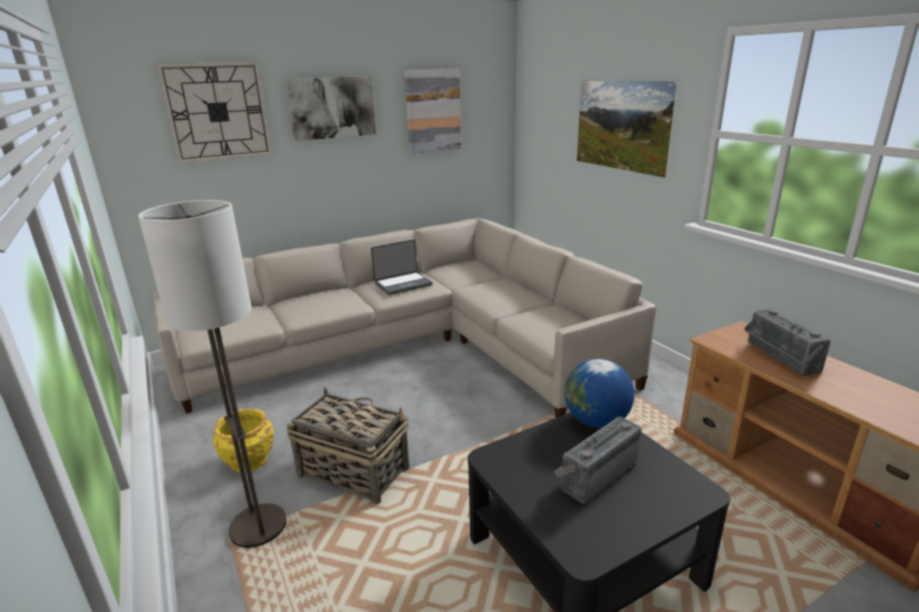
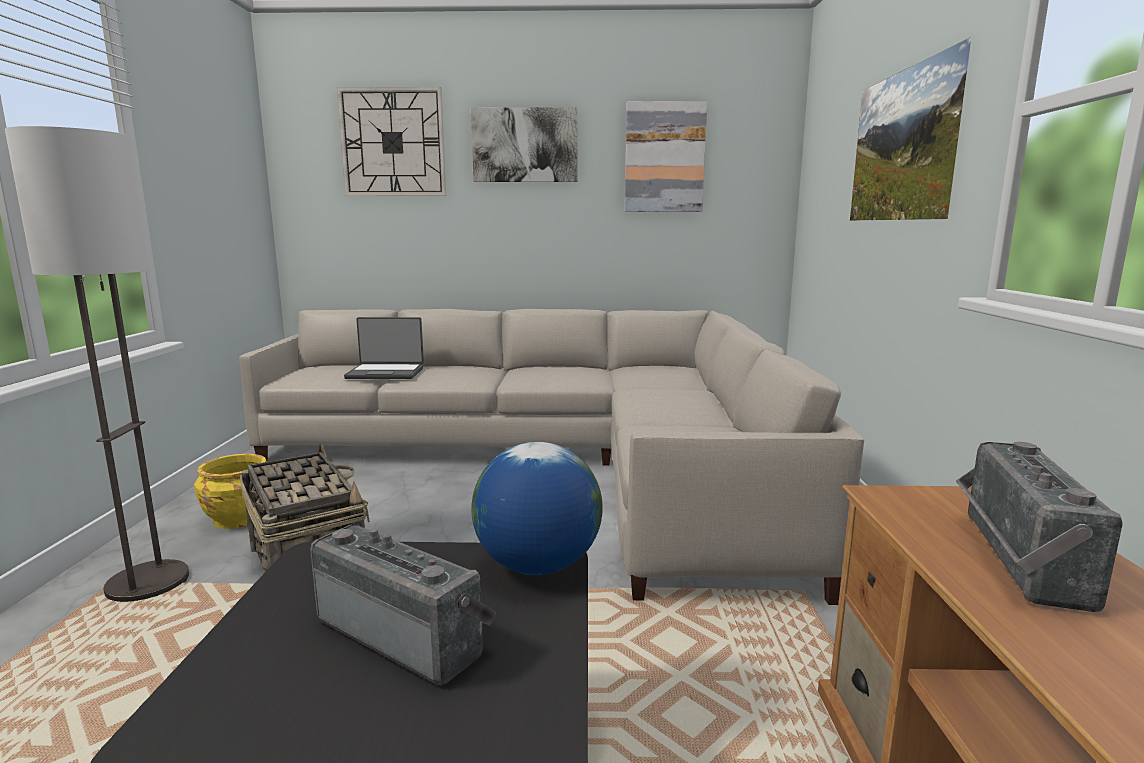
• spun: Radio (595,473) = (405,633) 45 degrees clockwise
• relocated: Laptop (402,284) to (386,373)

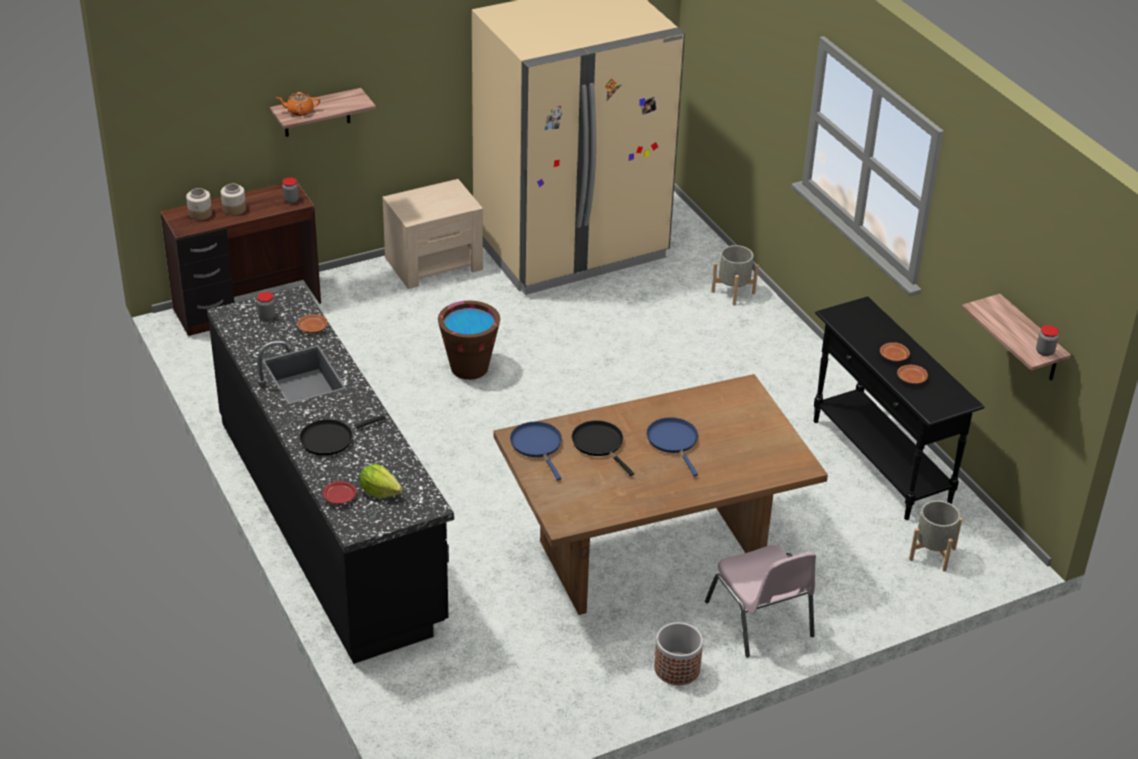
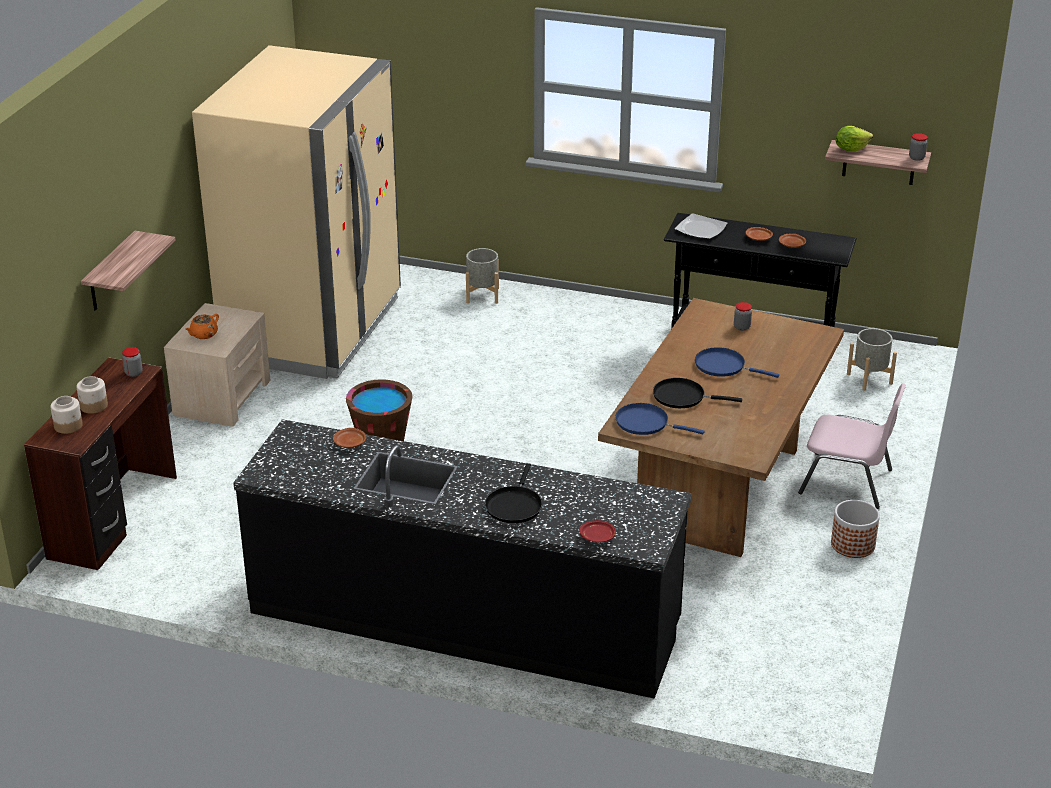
• relocated: Teekanne/orange (299,111) to (203,334)
• appeared: Teller (701,229)
• relocated: Vorratsglas (267,316) to (742,327)
• relocated: Salatkopf (379,491) to (851,149)

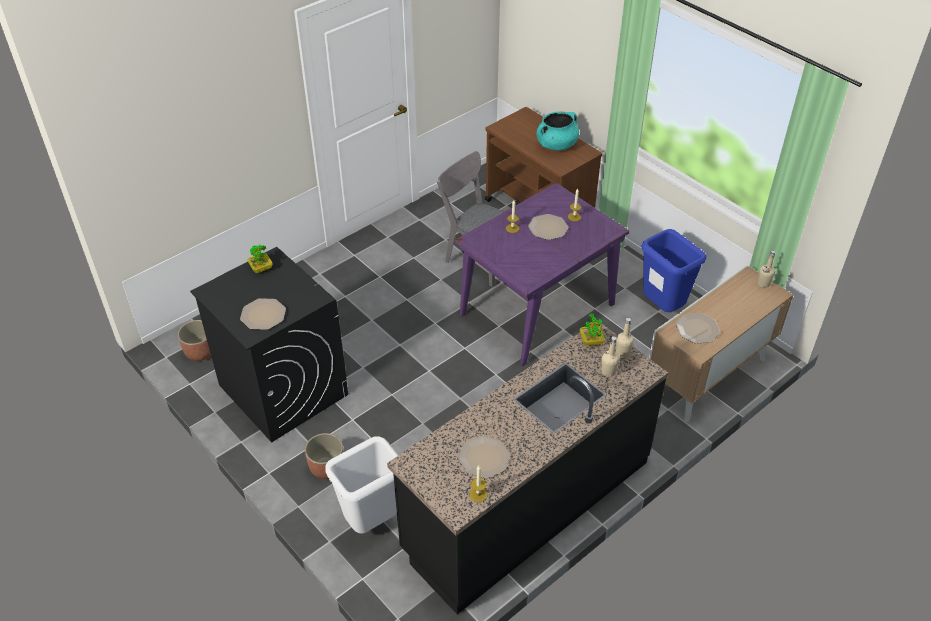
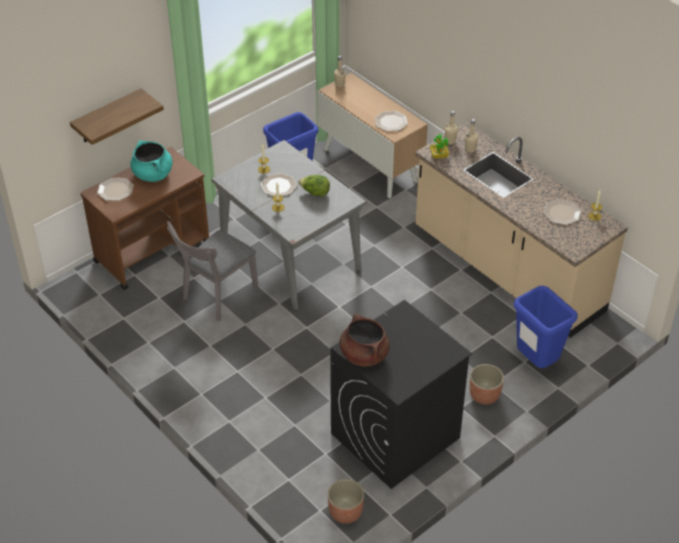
• appeared: Wandregal (108,117)
• relocated: Teller (263,315) to (116,190)
• colour: Esstisch/lila (536,310) to Esstisch/grau (291,258)
• appeared: Salatkopf (315,193)
• exchanged: Topfpflanze (261,268) to Kochtopf/braun (364,355)
• colour: Küchenzeile/schwarz (526,505) to Küchenzeile/beige (507,271)
• colour: Mülleimer/weiß (372,522) to Mülleimer/blau (536,362)

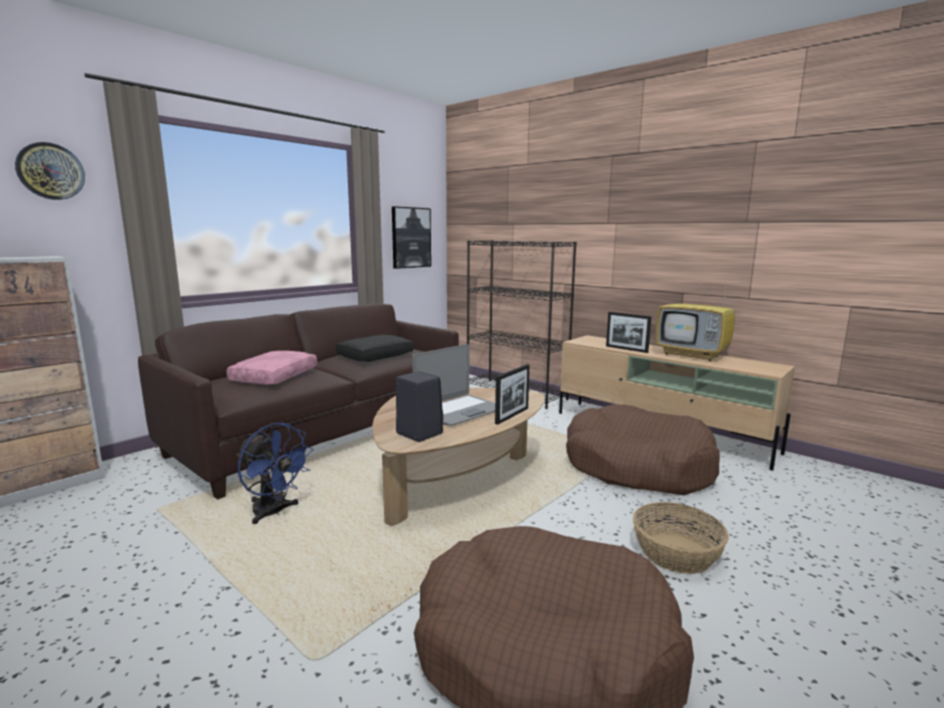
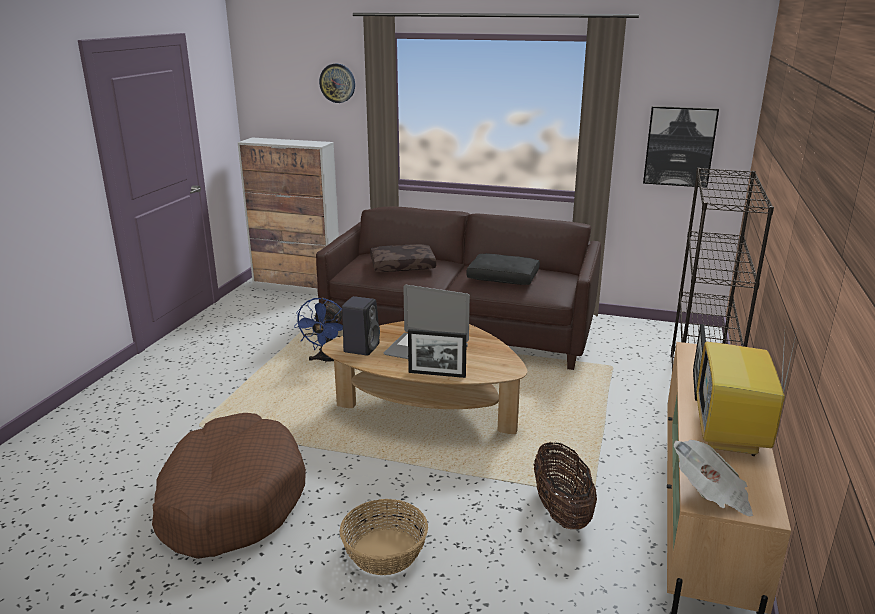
• colour: Kissen/rosa (274,376) to Kissen/braun (403,265)
• exchanged: Hundebett/braun (637,466) to Korb (561,511)
• appeared: Zeitung (711,495)

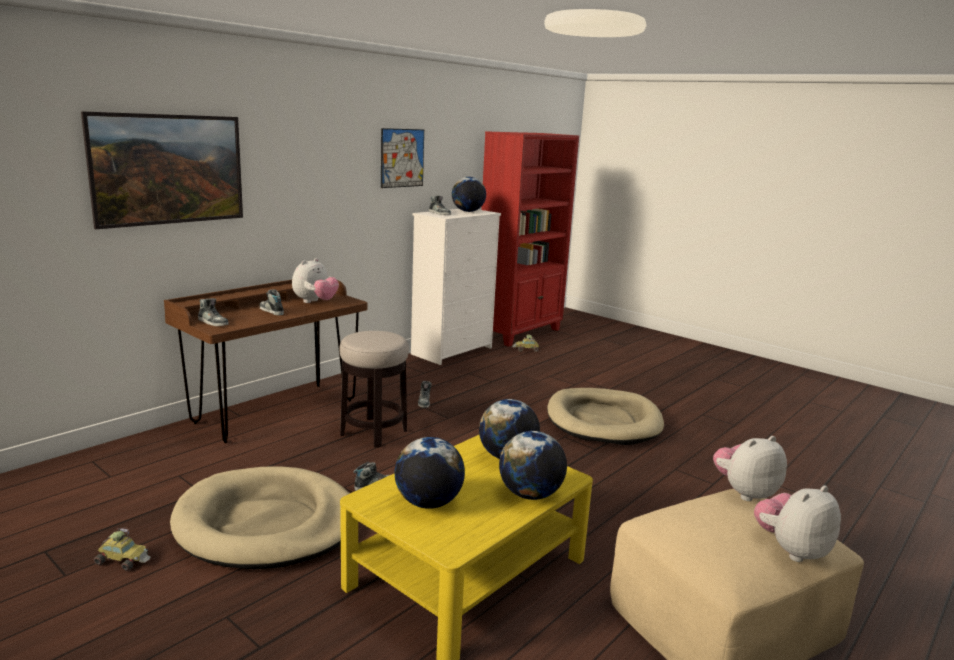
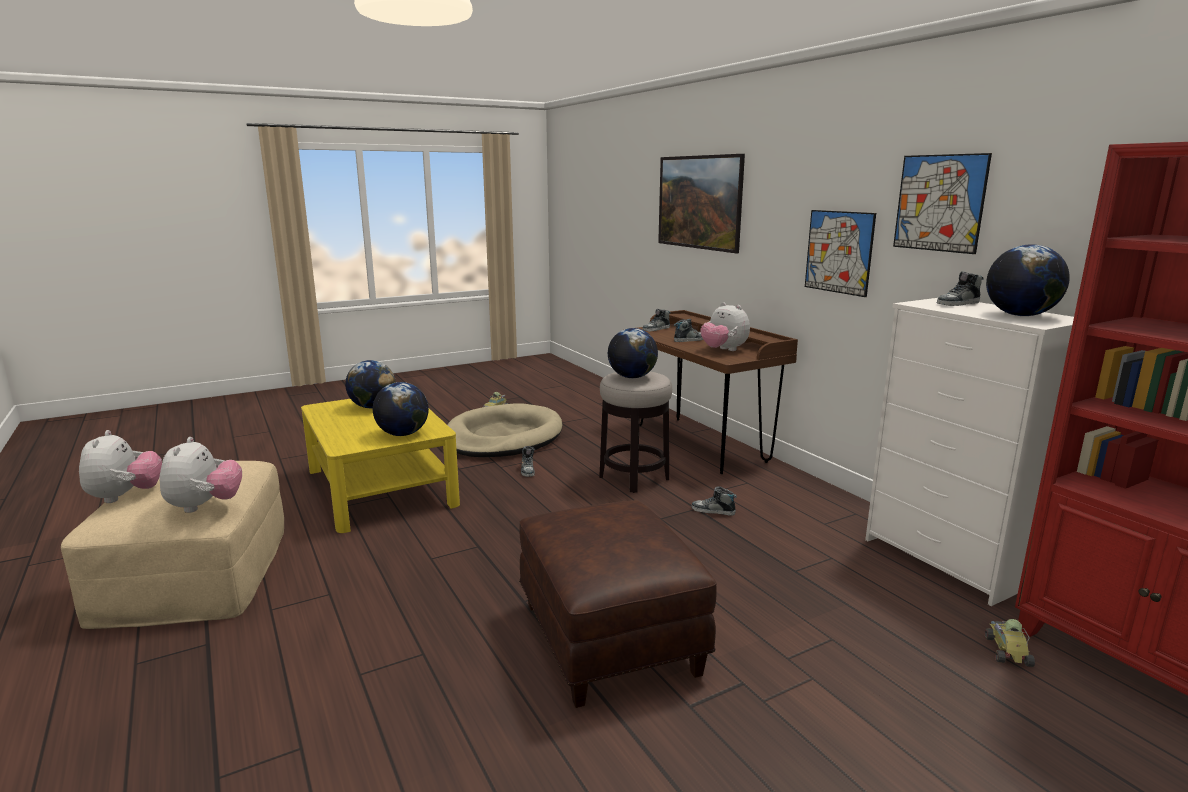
• exchanged: Hundebett/beige (603,421) to Polsterhocker/braun (611,639)
• relocated: Globus (530,495) to (632,377)
• appeared: Bild (838,252)

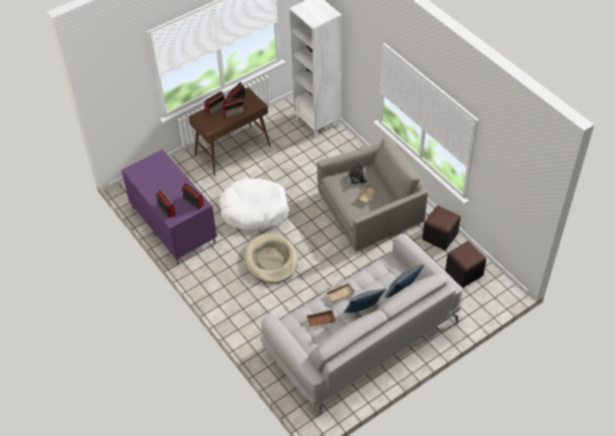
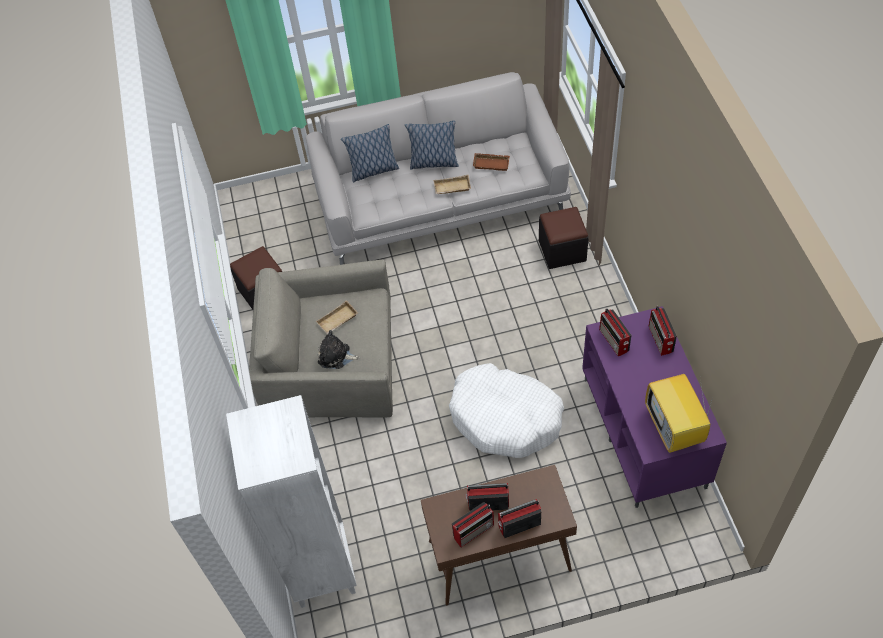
• relocated: Polsterhocker/schwarz (464,273) to (562,250)
• appeared: Fernseher (675,428)
• missing: Hundebett/beige (271,260)

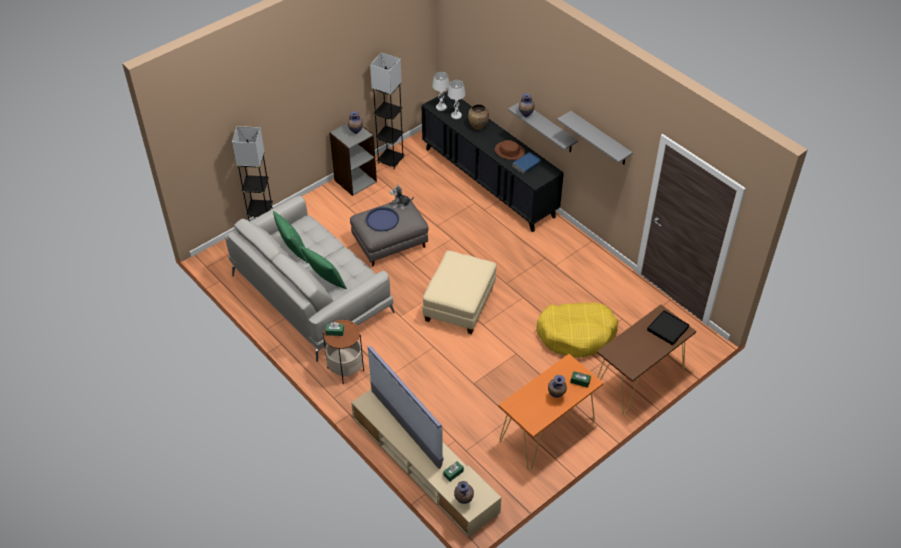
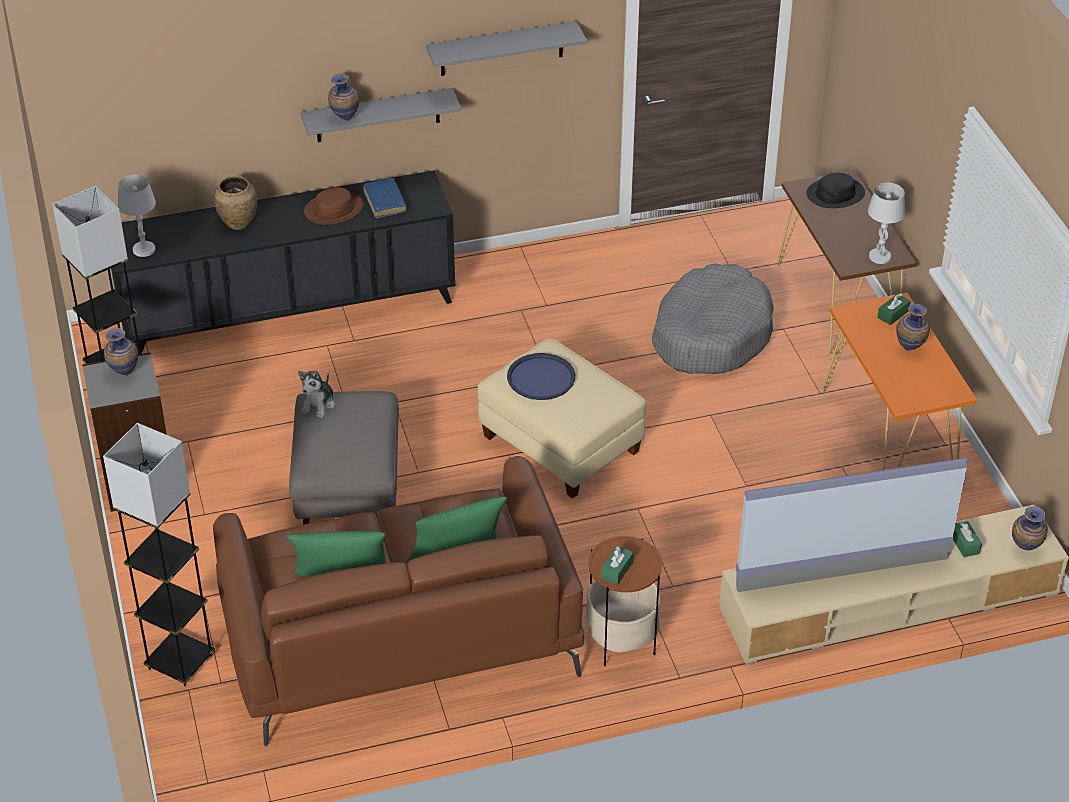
• colour: Sofa/grau (310,293) to Sofa/braun (398,635)
• relocated: Tablett/blau (382,220) to (541,378)
• colour: Hundebett/gelb (576,334) to Hundebett/grau (711,334)
• exchanged: Tablett/schwarz (667,328) to Hut/schwarz (835,194)
• relocated: Tischlampe/weiß (456,116) to (880,257)

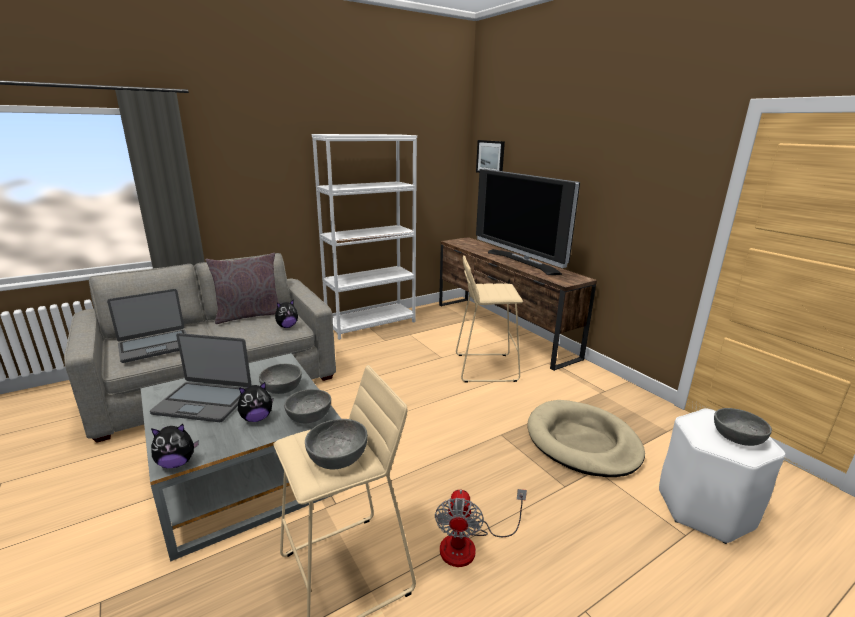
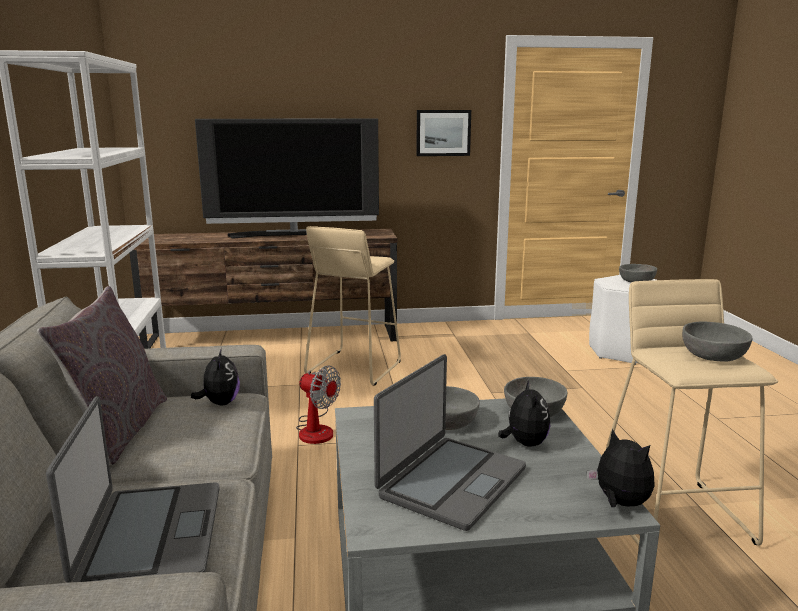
• relocated: Ventilator (469,545) to (316,429)
• relocated: Bild (490,157) to (443,133)
• spun: Plüschtier (177,463) = (620,503) 45 degrees counterclockwise
• missing: Hundebett/beige (582,442)

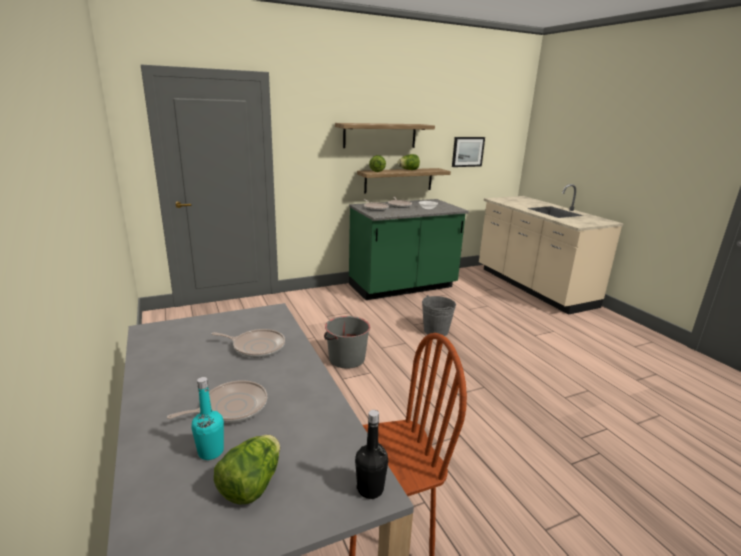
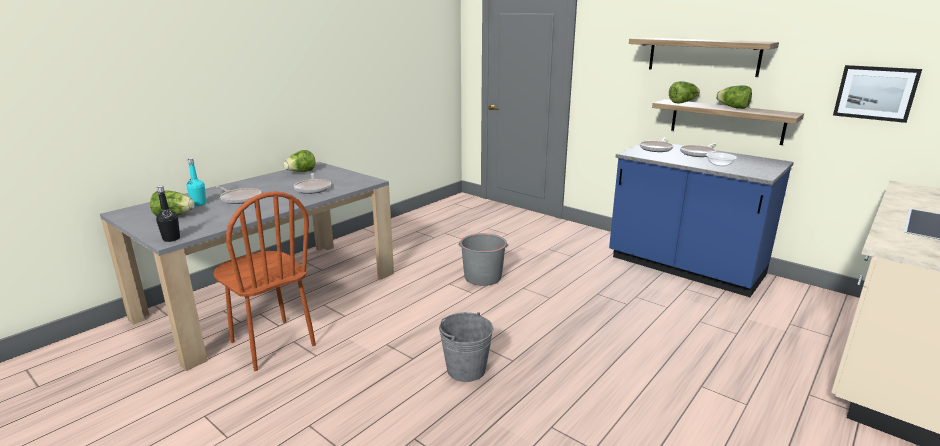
• appeared: Salatkopf (301,172)
• relocated: Eimer/grau (436,331) to (466,369)
• colour: Küchenzeile/grün (403,287) to Küchenzeile/blau (684,268)

